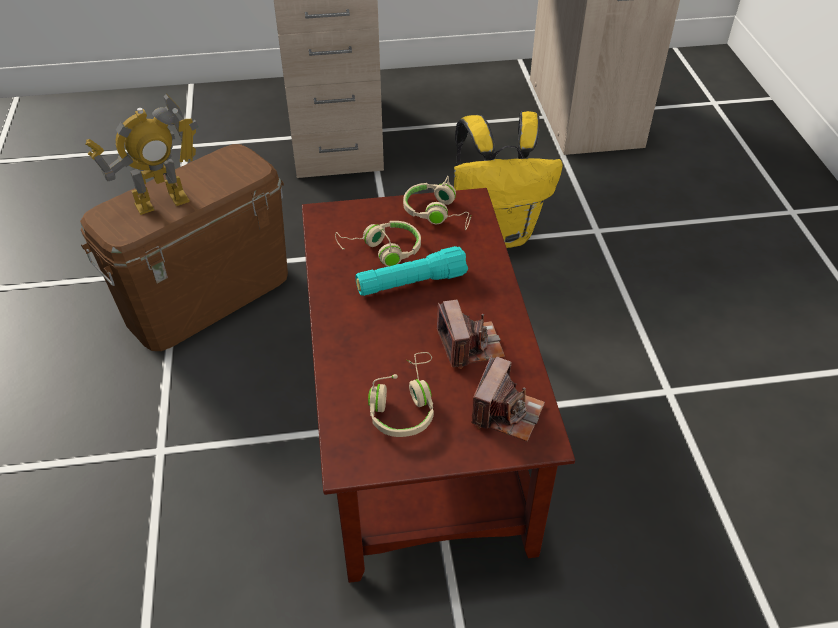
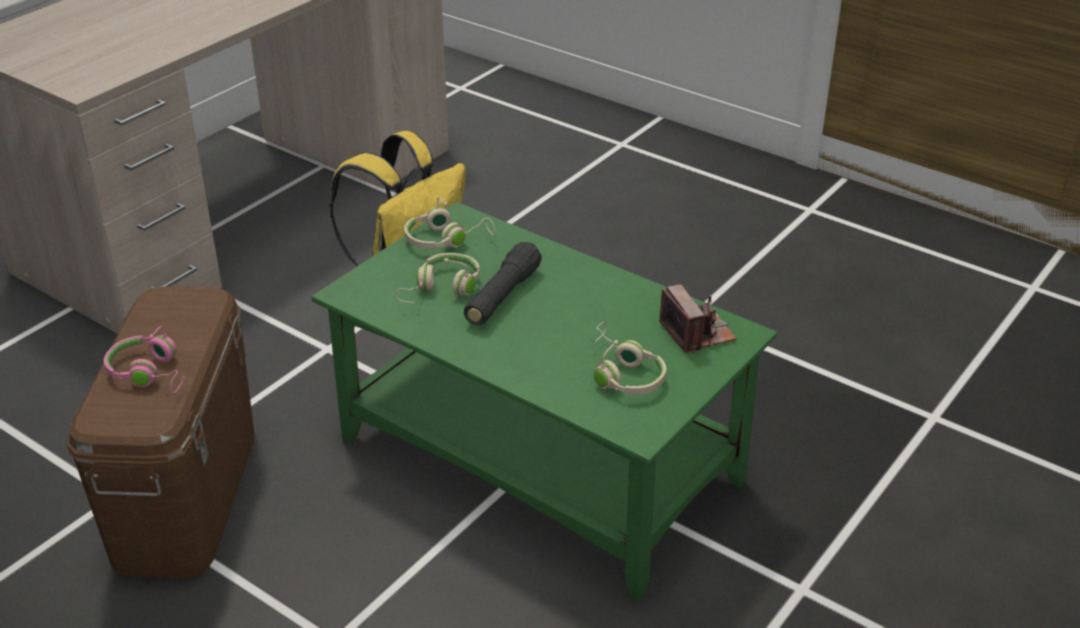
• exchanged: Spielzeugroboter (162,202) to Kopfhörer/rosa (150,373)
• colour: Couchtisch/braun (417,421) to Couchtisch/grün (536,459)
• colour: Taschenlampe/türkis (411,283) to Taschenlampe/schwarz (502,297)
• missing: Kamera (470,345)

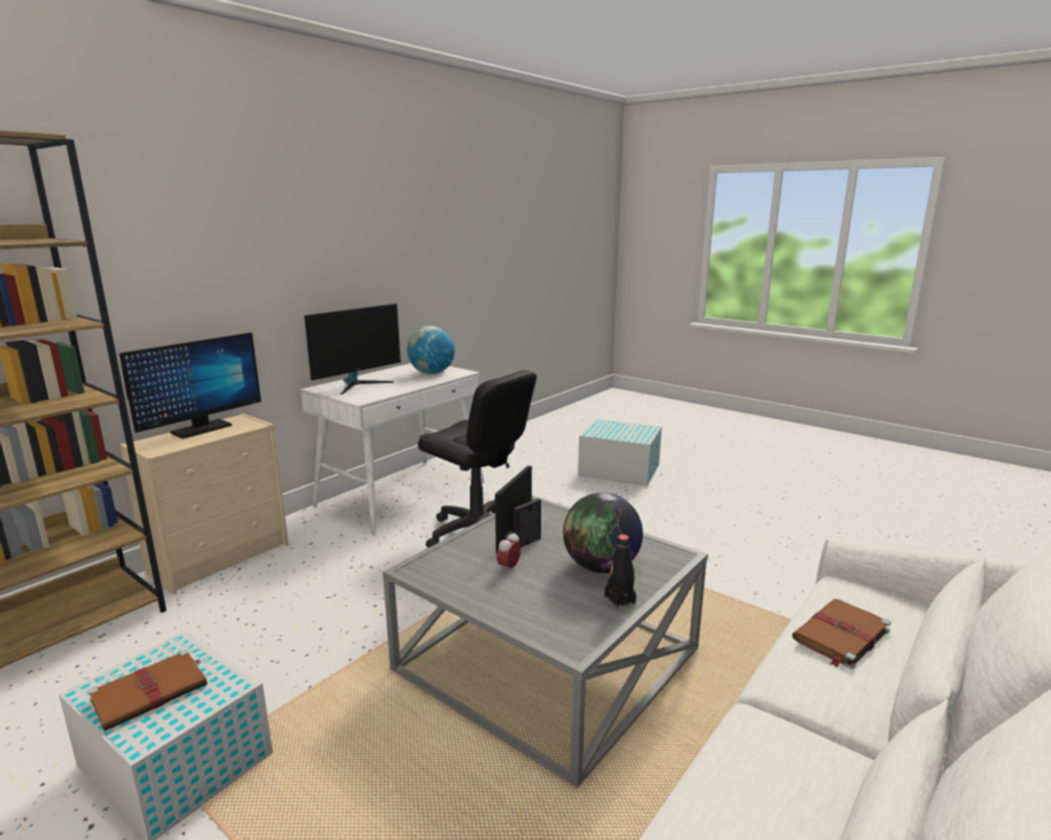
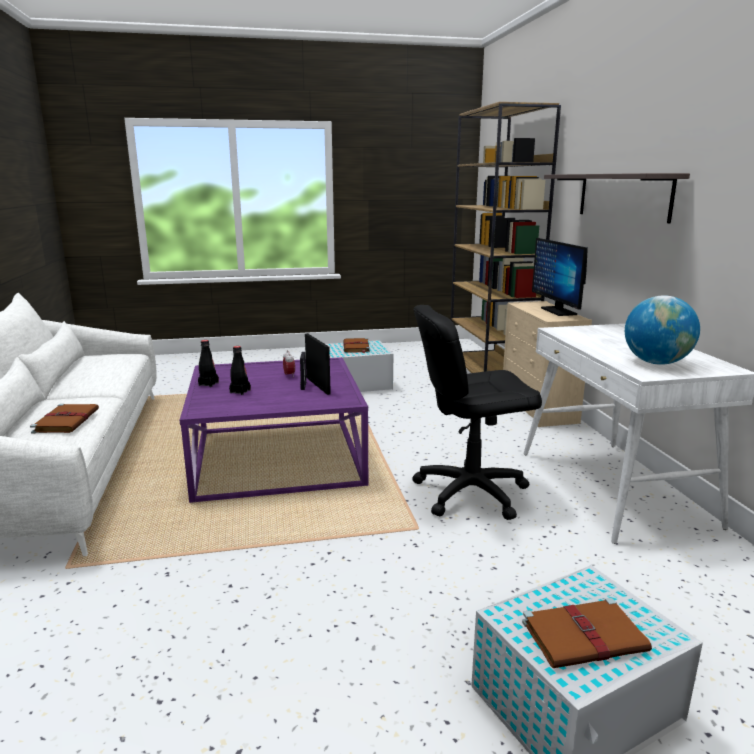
• colour: Couchtisch/grau (549,660) to Couchtisch/lila (276,457)
• exchanged: Globus (601,567) to Flasche/schwarz (240,391)
• appeared: Buch/braun (585,636)
• appeared: Wandregal (623,196)
• missing: Monitor (358,384)

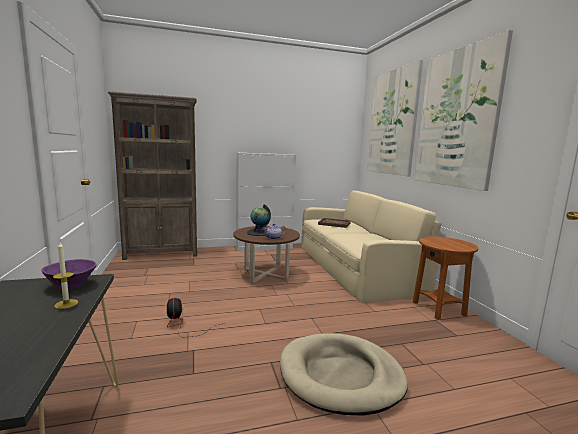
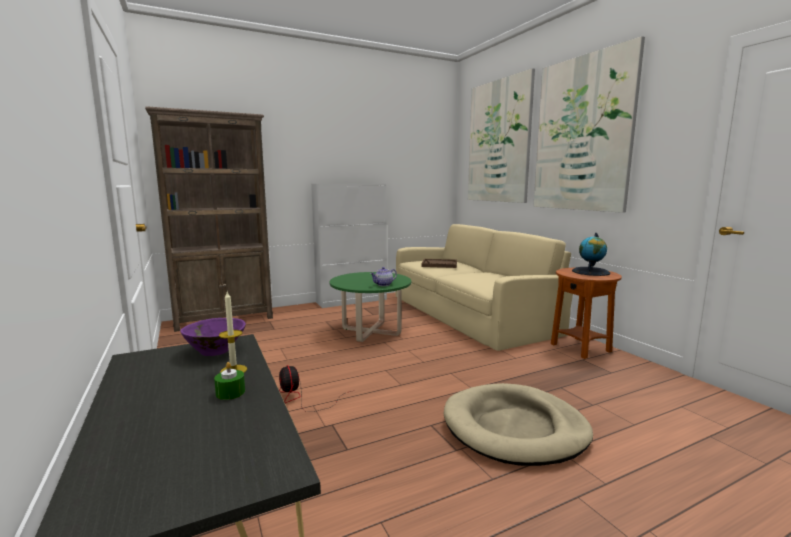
• appeared: Kerze/grün (230,392)
• colour: Couchtisch/braun (265,274) to Couchtisch/grün (371,331)
• relocated: Globus (259,232) to (590,272)

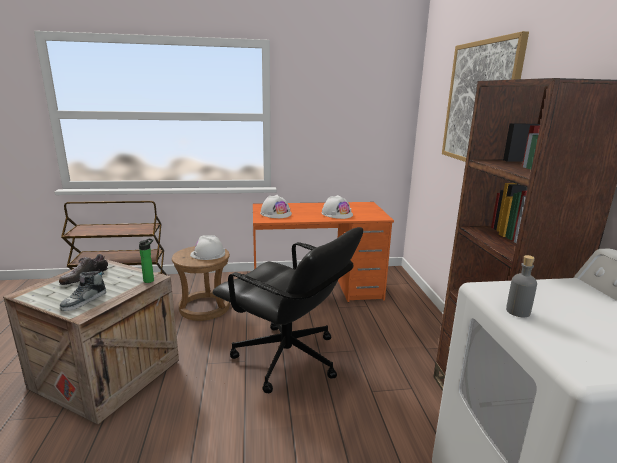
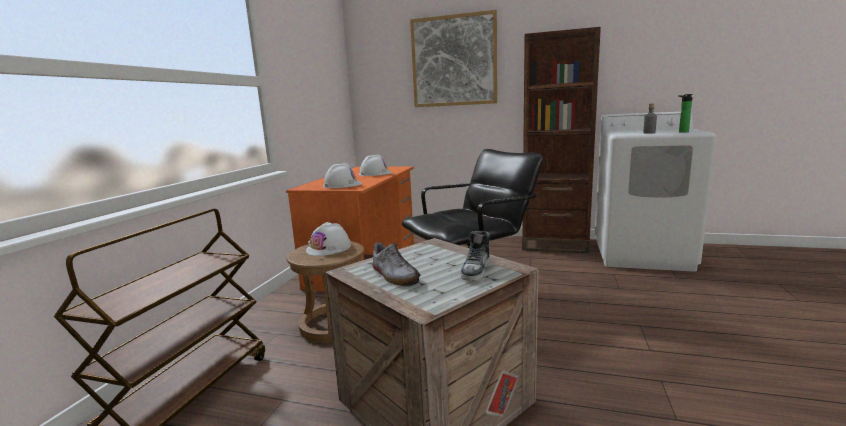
• spun: Schuh (84,301) = (476,270) 60 degrees clockwise
• relocated: Flasche (150,280) to (682,132)

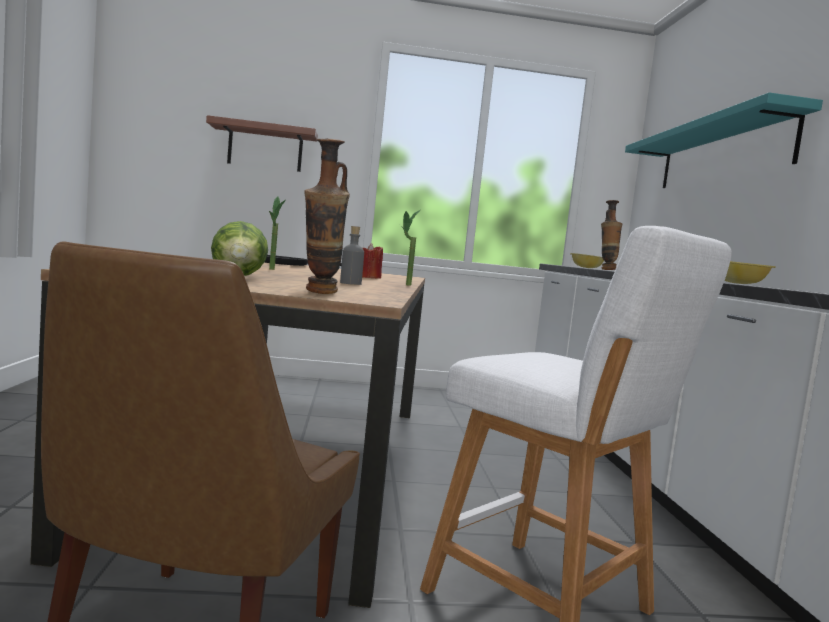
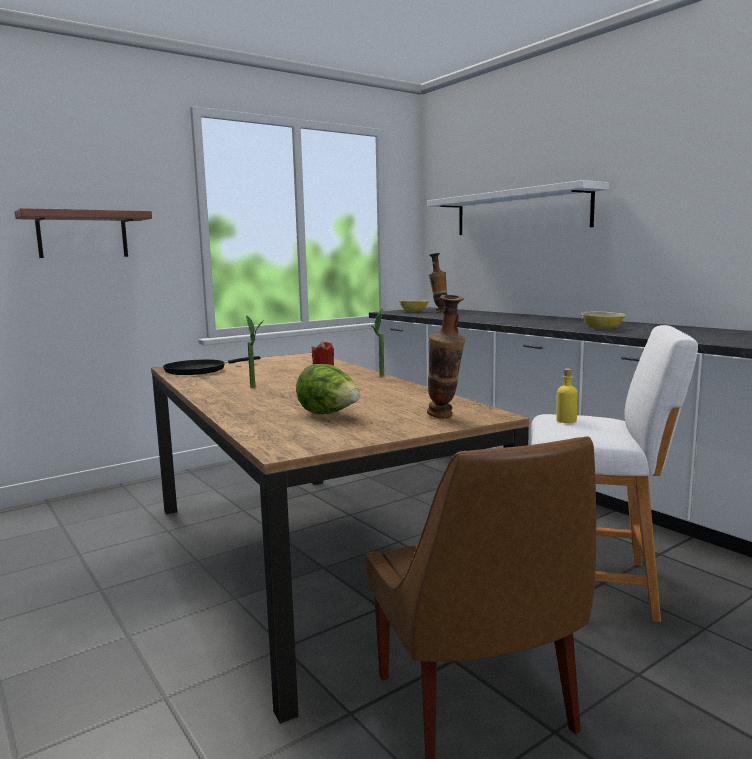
• colour: Wandregal/türkis (722,154) to Wandregal/weiß (520,212)
• appeared: Flasche/gelb (566,420)
• missing: Flasche/grau (350,283)

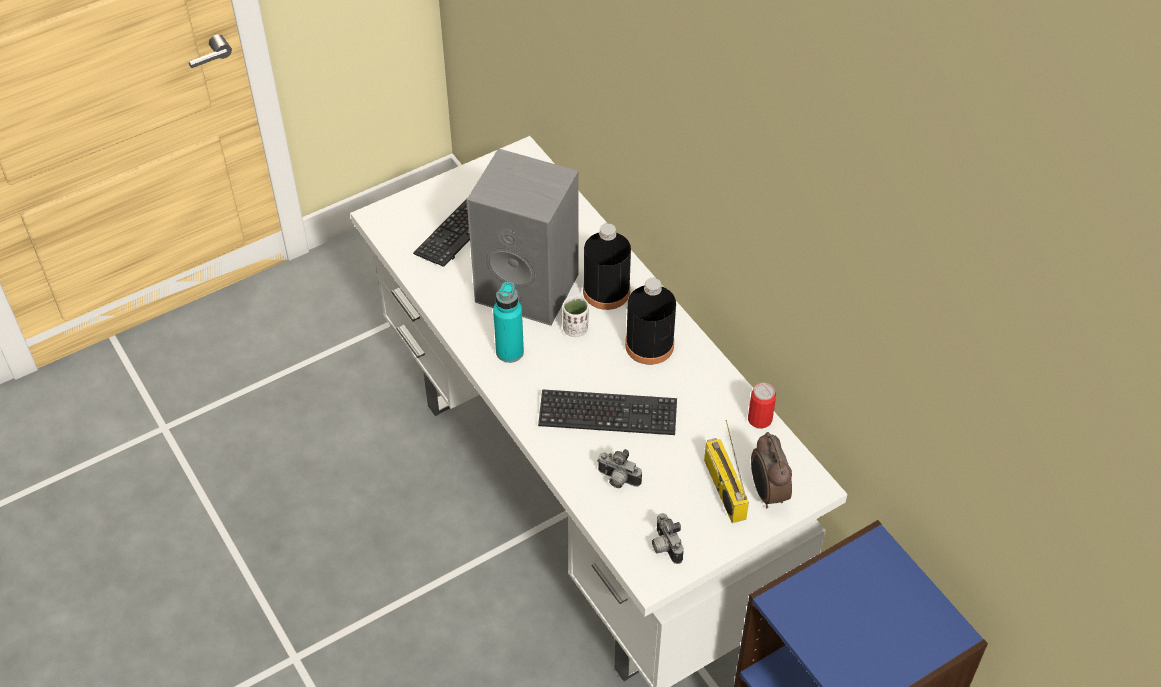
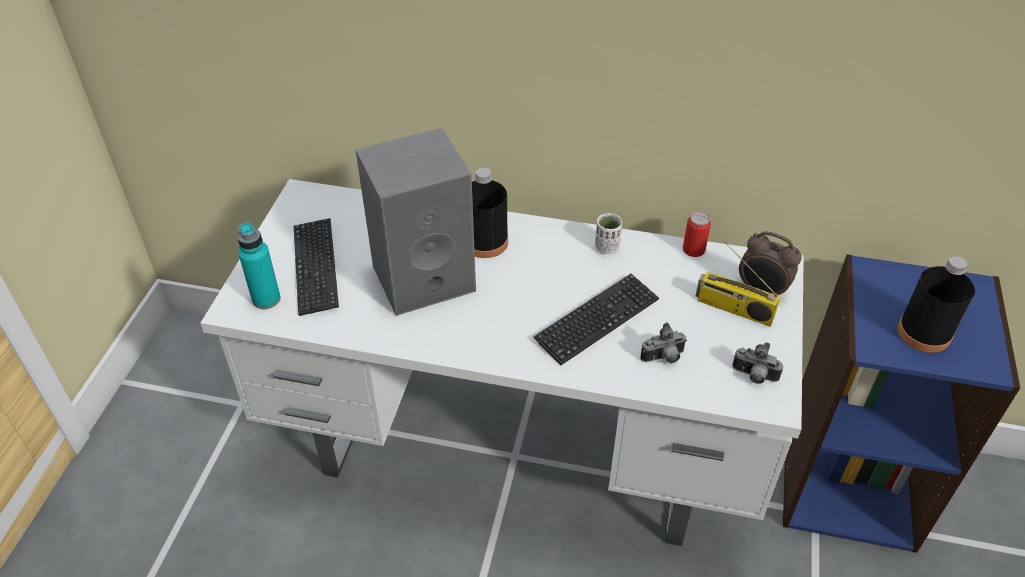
• relocated: Flasche/türkis (509,352) to (266,299)
• relocated: Tasse/weiß (575,329) to (607,247)
• relocated: Flasche/schwarz (649,345) to (924,333)

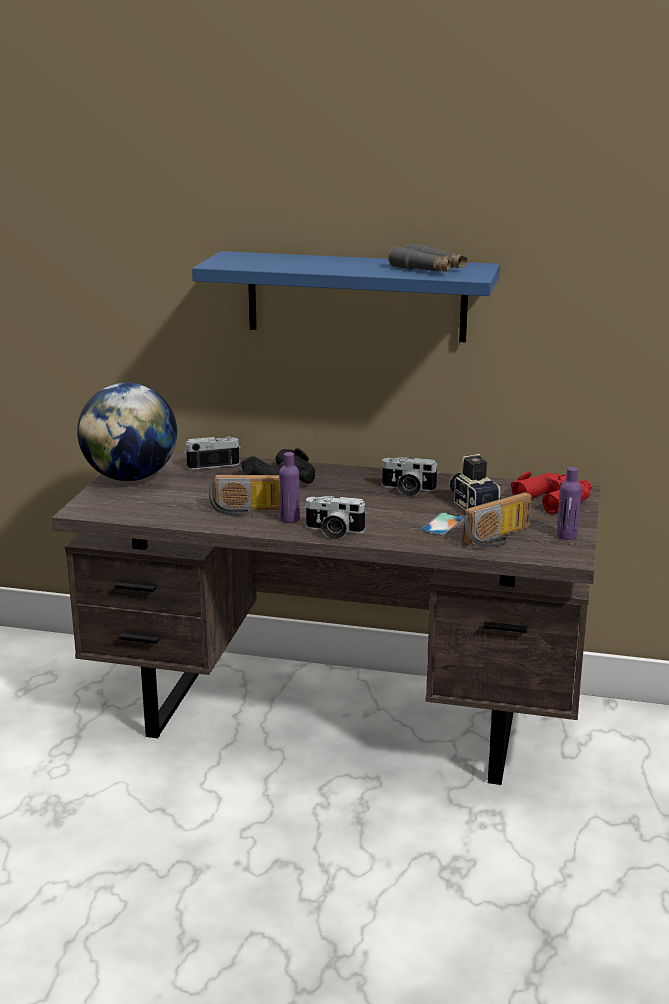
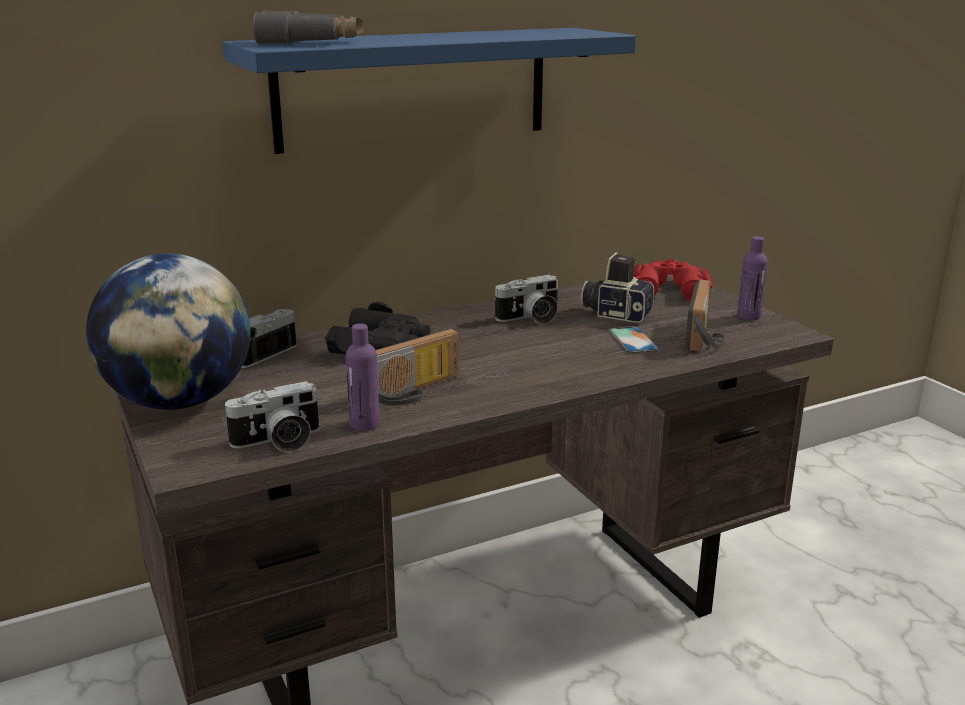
• relocated: Kamera (333,532) to (278,442)
• relocated: Fernglas/grau (428,269) to (311,42)
• relocated: Flasche/lila (289,519) to (364,424)

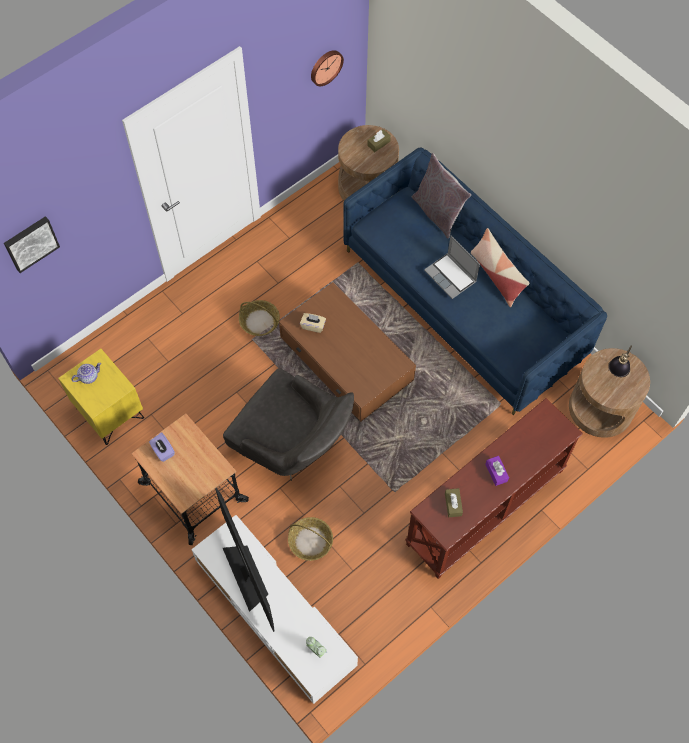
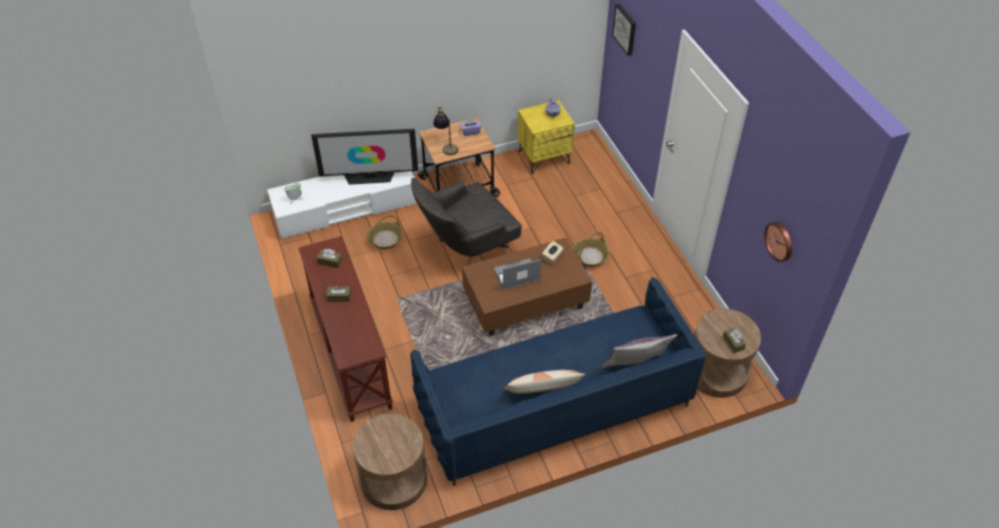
• colour: Taschentuchbox/lila (496,472) to Taschentuchbox/braun (339,297)
• relocated: Tischlampe (616,375) to (446,146)
• relocated: Laptop (451,276) to (516,276)

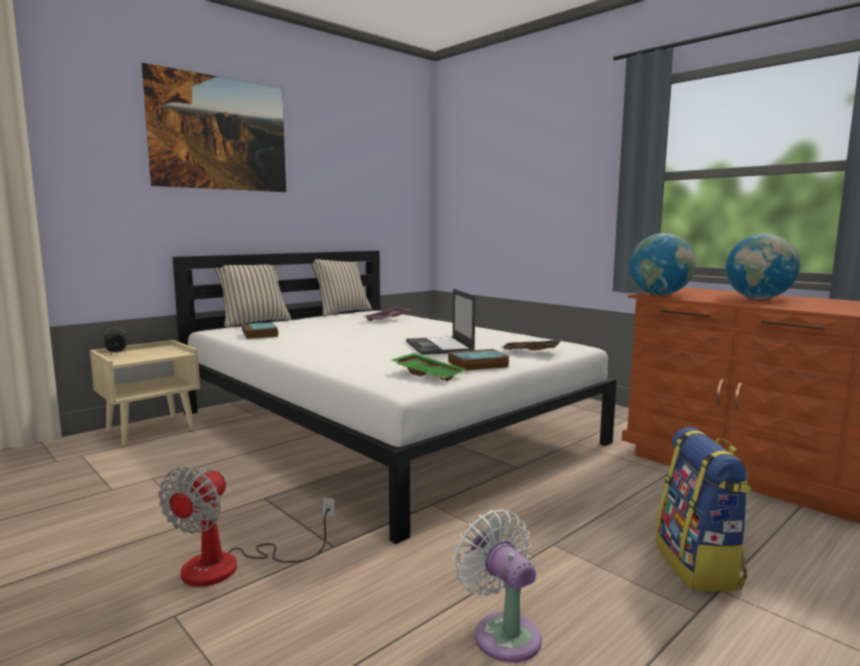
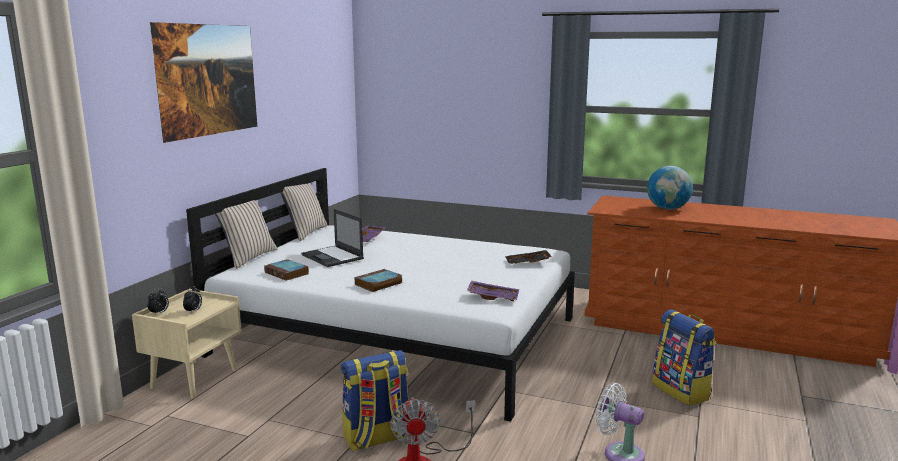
• appeared: Wecker (193,311)
• relocated: Laptop (440,346) to (333,257)
• appeared: Rucksack (376,438)
• relocated: Buch (477,365) to (378,284)
• colour: Tablett/grün (429,374) to Tablett/lila (493,297)
• missing: Globus (659,294)

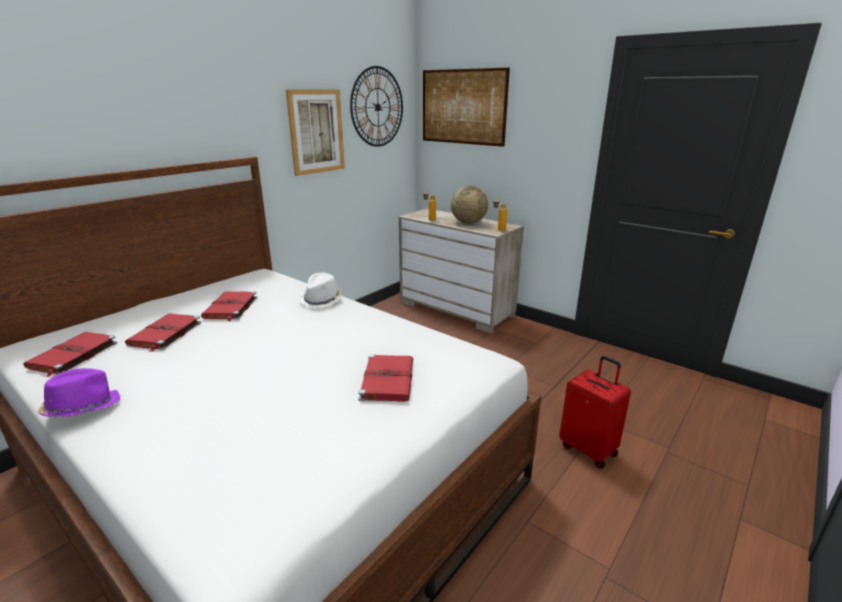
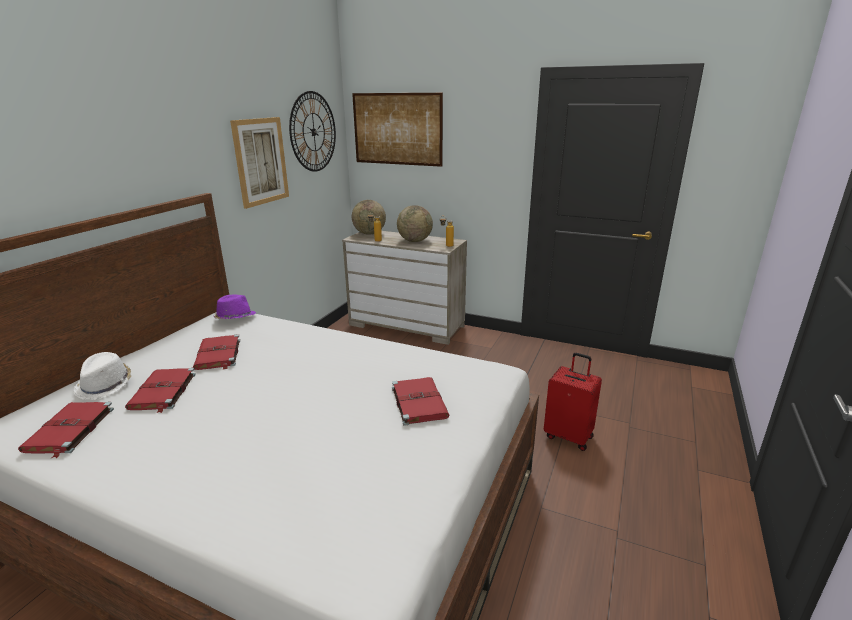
• relocated: Hut/weiß (321,300) to (106,385)
• relocated: Hut/lila (82,408) to (234,318)
• appeared: Globus (369,233)

